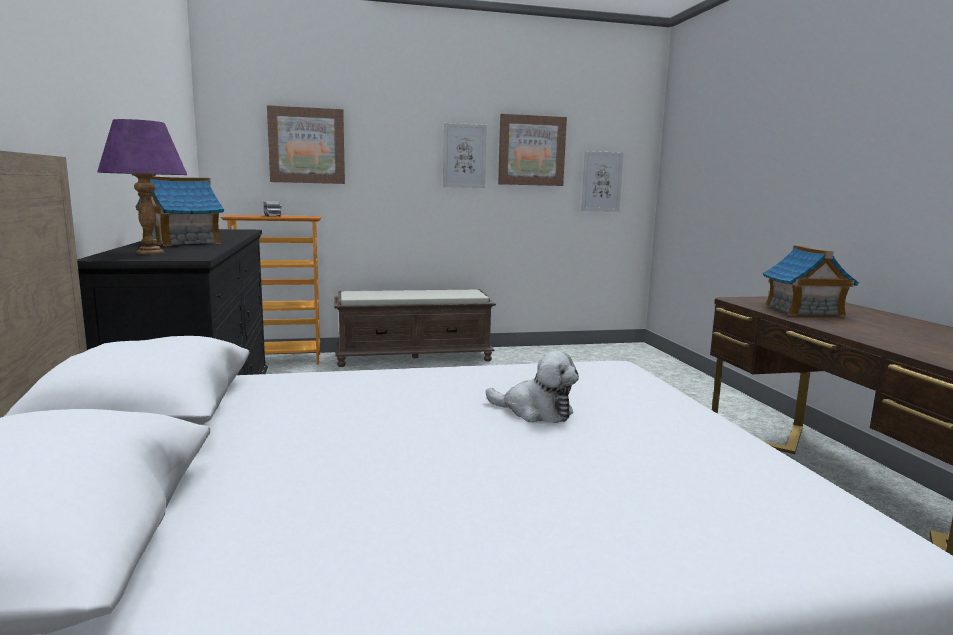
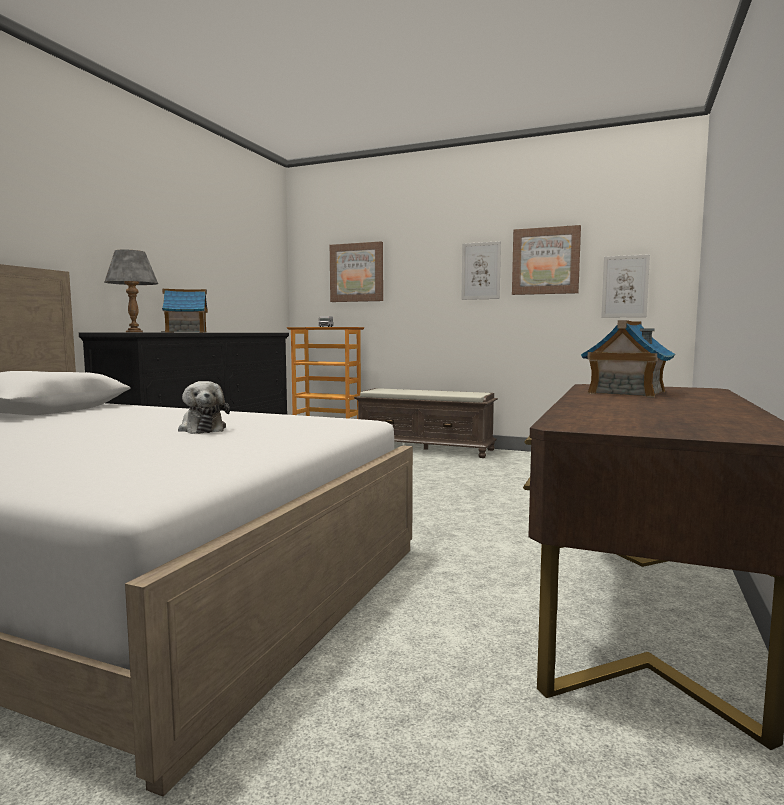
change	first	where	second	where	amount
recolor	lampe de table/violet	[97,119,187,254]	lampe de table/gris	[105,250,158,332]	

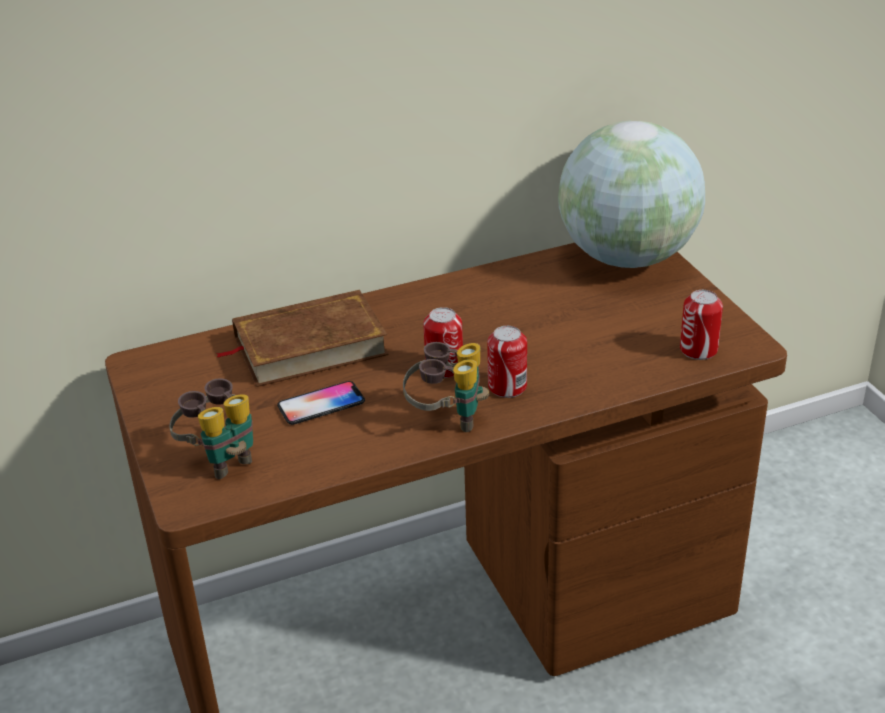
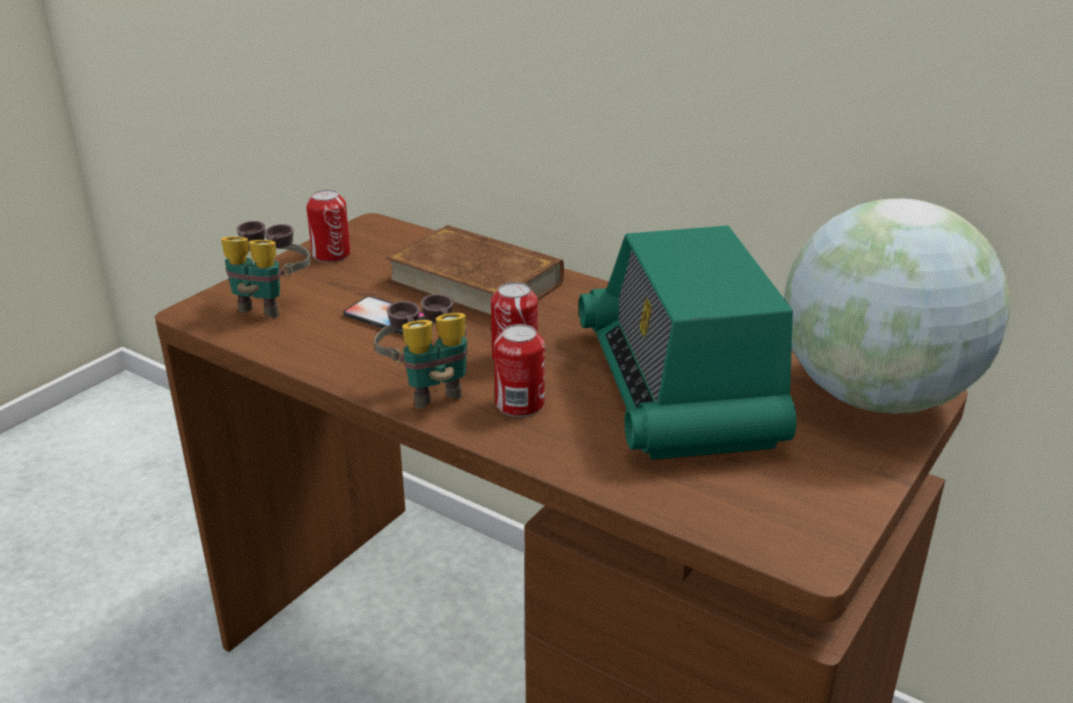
change	first	where	second	where	amount
insert			radio	[579,226,796,460]	
move	boîte métallique	[680,290,723,360]		[306,190,351,262]	

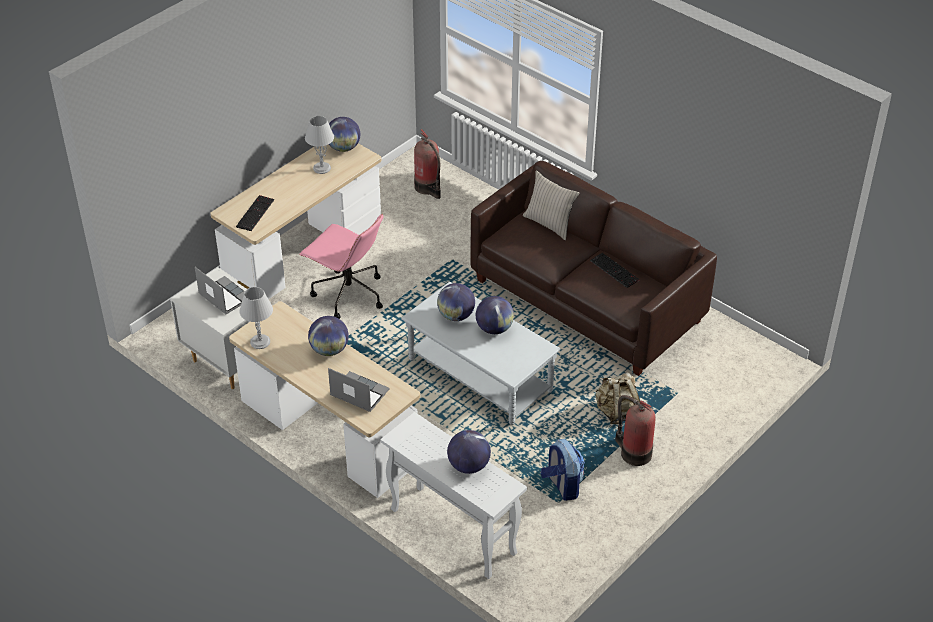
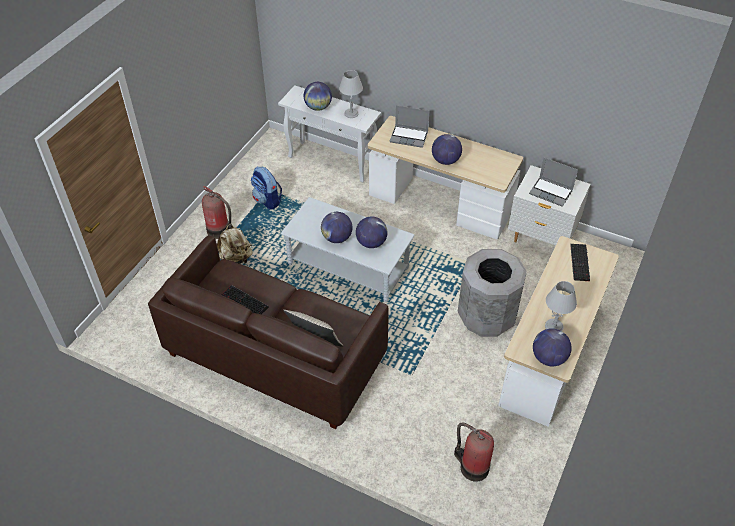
change	first	where	second	where	amount
move	lampe de table/gris	[240,287,273,349]		[339,70,363,118]	
replace	chaise de bureau/rose	[299,214,384,319]	poubelle/gris	[457,249,527,337]	

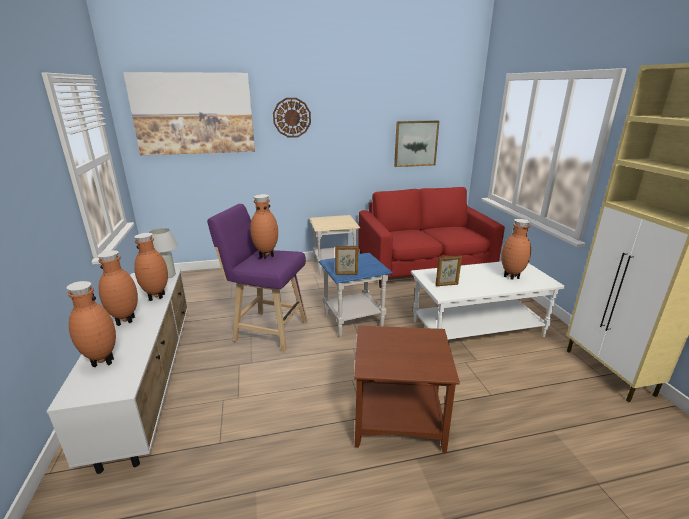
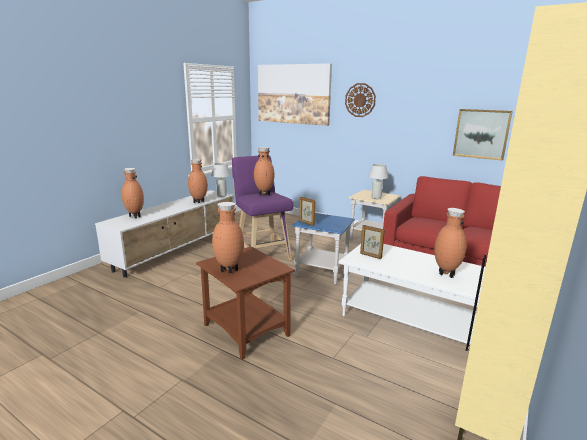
change	first	where	second	where	amount
insert			lampe de table/blanc	[368,164,389,199]	
move	vase/marron	[98,250,138,326]		[212,202,244,273]	

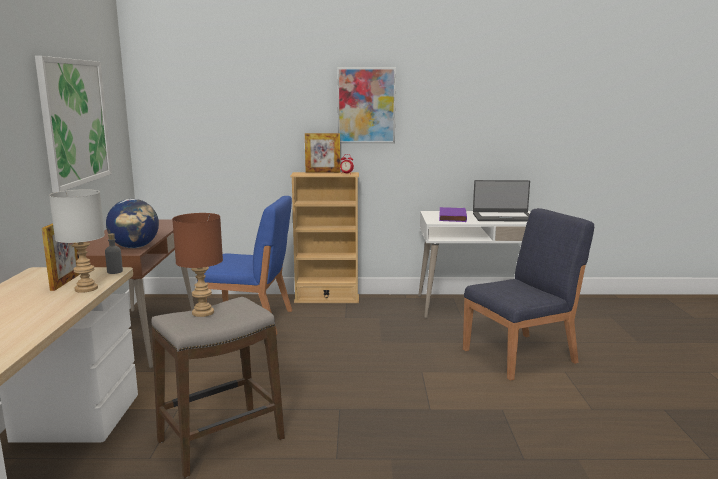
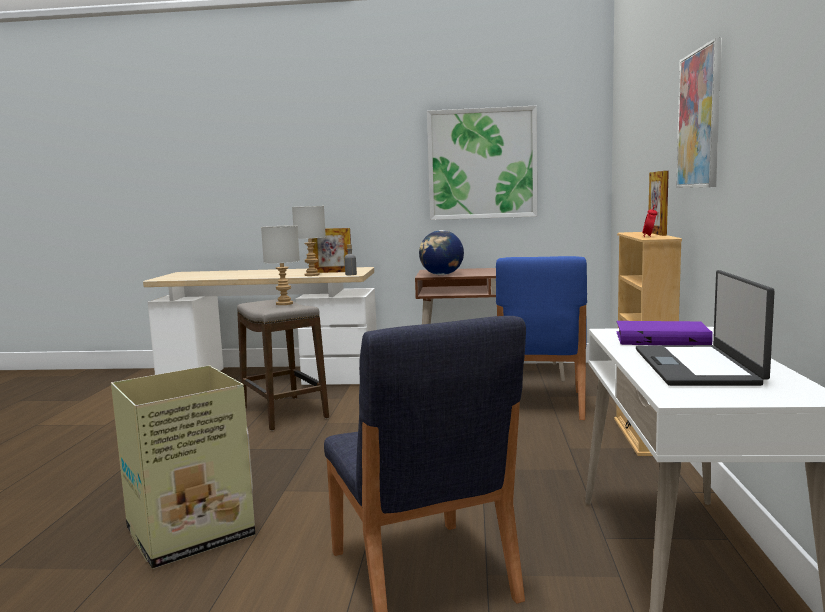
change	first	where	second	where	amount
insert			carton	[111,365,255,569]	
recolor	lampe de table/marron	[172,213,223,317]	lampe de table/gris	[261,225,300,305]	

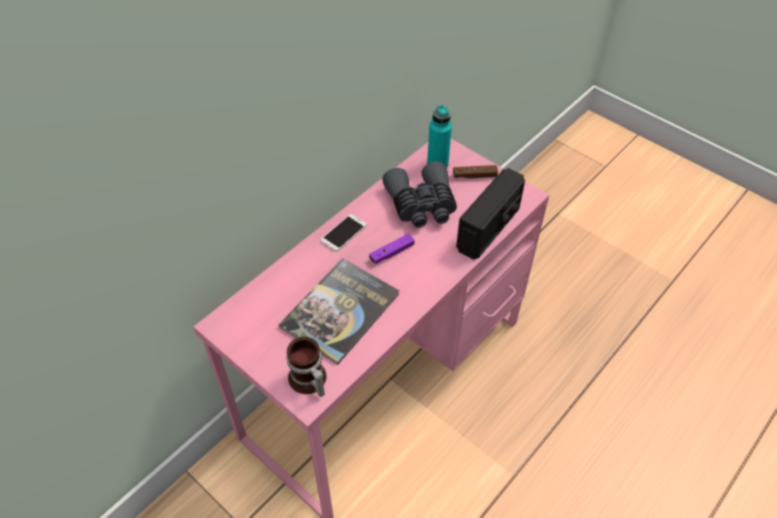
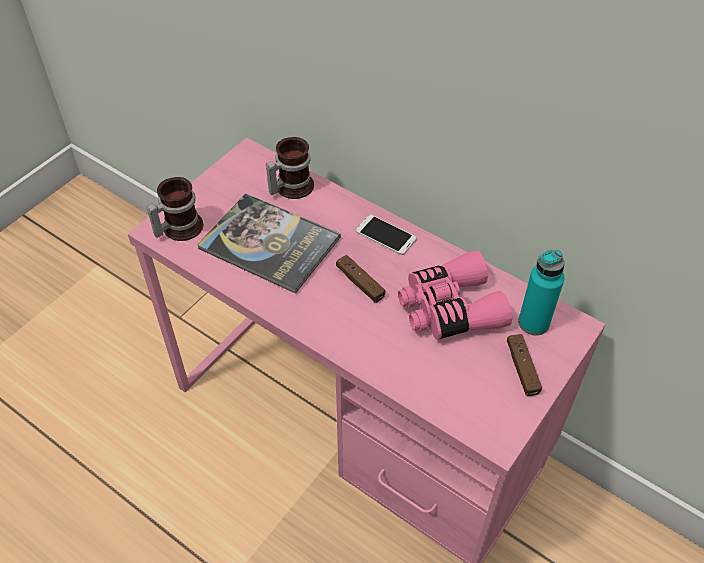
change	first	where	second	where	amount
delete	radio	[456,168,525,260]			
insert			mug	[265,137,314,199]	
recolor	manette/violet	[369,234,415,264]	manette/marron	[336,255,385,303]	
recolor	jumelles/gris	[382,161,457,228]	jumelles/rose	[398,250,512,340]	

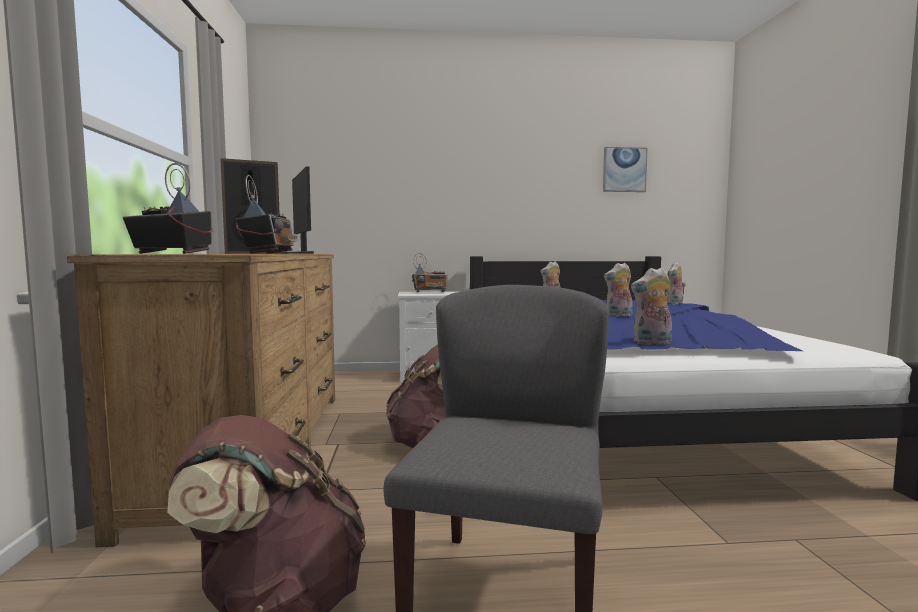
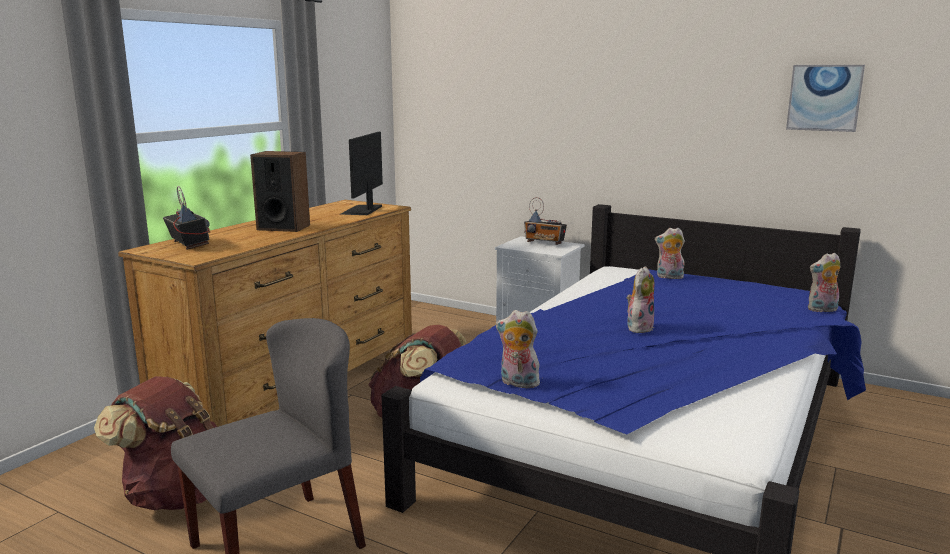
change	first	where	second	where	amount
delete	radio	[235,175,298,254]			
rotate	peluche	[604,263,632,317]		[627,266,654,333]	105 degrees clockwise

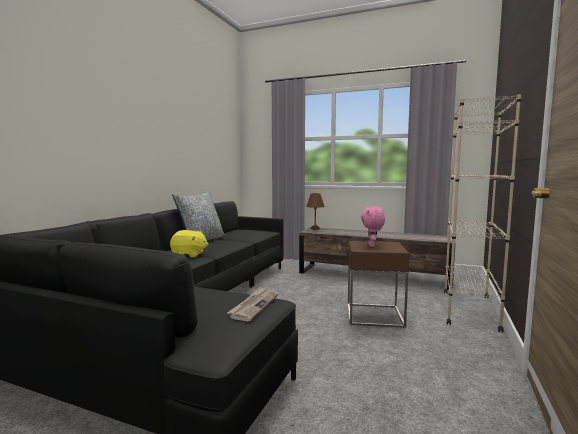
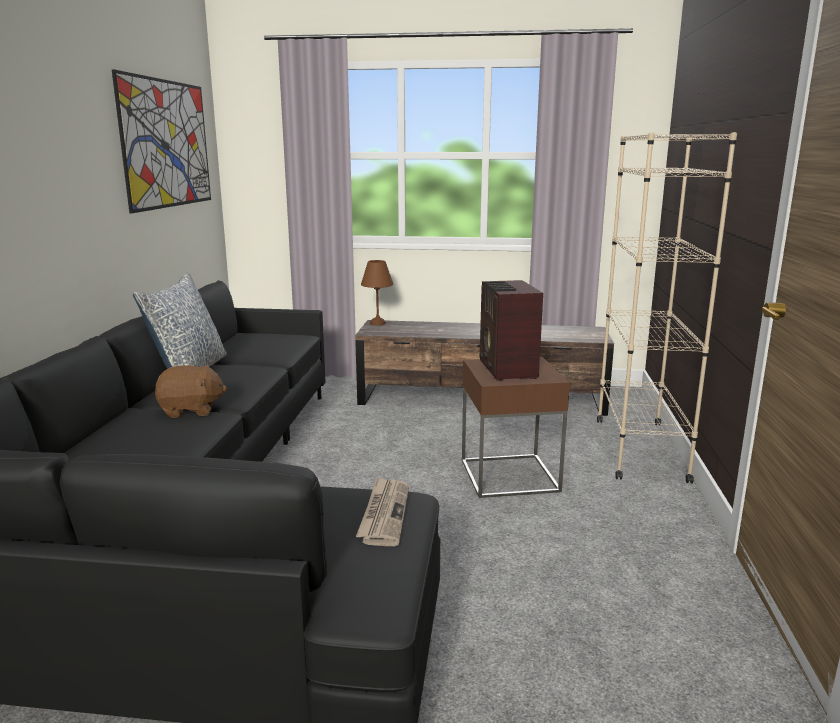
change	first	where	second	where	amount
insert			tableau	[112,69,211,214]	
replace	peluche/rose	[361,206,385,247]	radio	[479,280,543,381]	
recolor	peluche/jaune	[170,230,209,257]	peluche/marron	[155,365,227,418]	

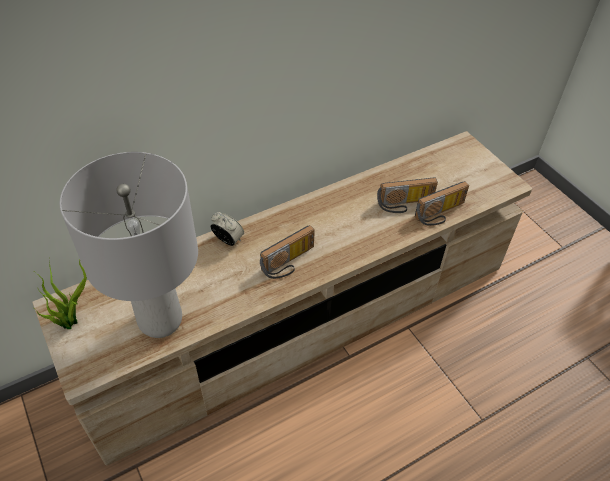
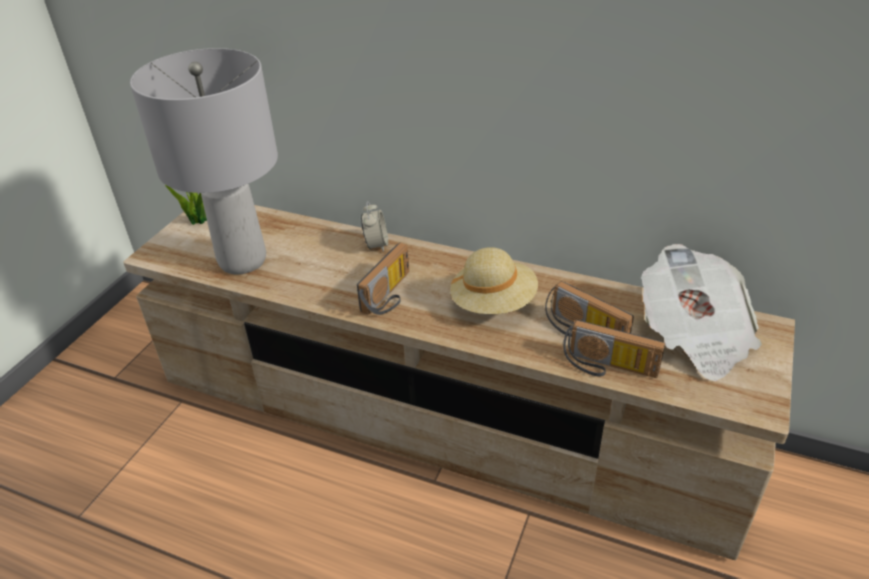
change	first	where	second	where	amount
insert			chapeau/beige	[450,247,538,314]	
insert			journal	[641,244,762,381]	
rotate	radio	[260,225,315,279]		[357,243,410,315]	75 degrees counterclockwise

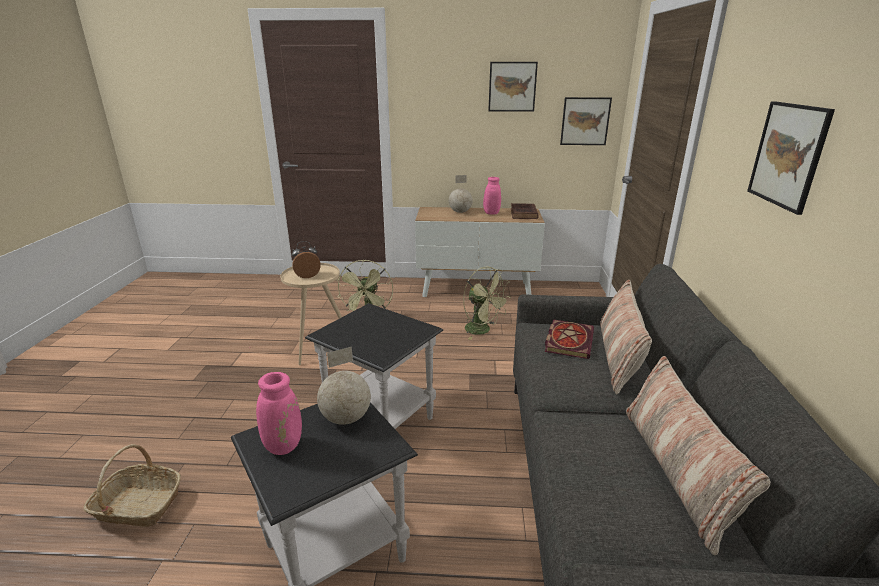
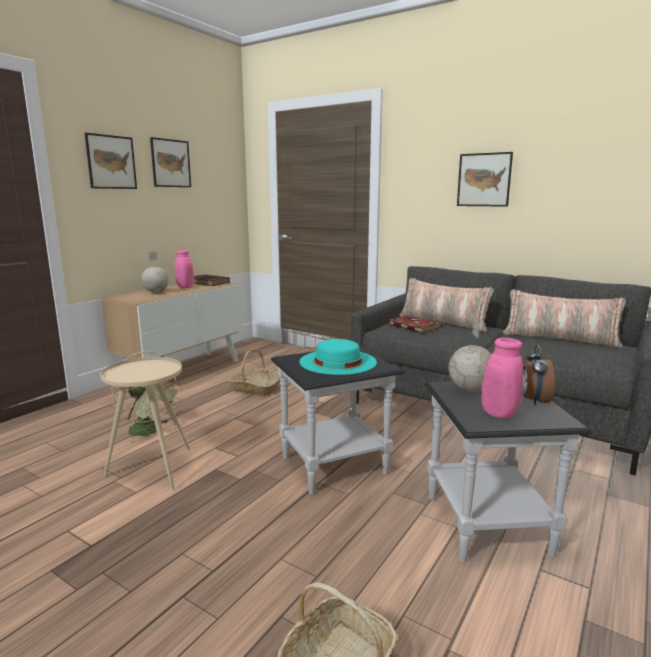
change	first	where	second	where	amount
insert			chapeau/turquoise	[300,339,377,375]	
move	réveil	[292,241,321,278]		[522,345,555,405]	
move	tableau	[560,97,612,145]		[85,133,137,189]	
replace	ventilateur/vert	[463,267,511,340]	panier	[229,349,280,396]	

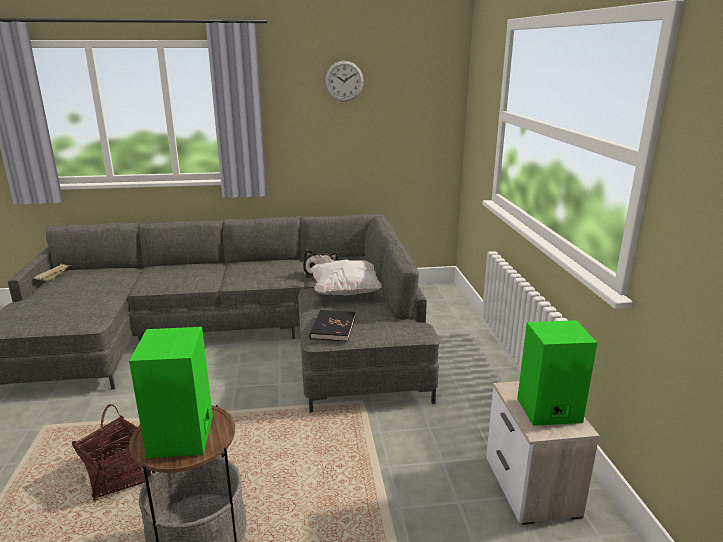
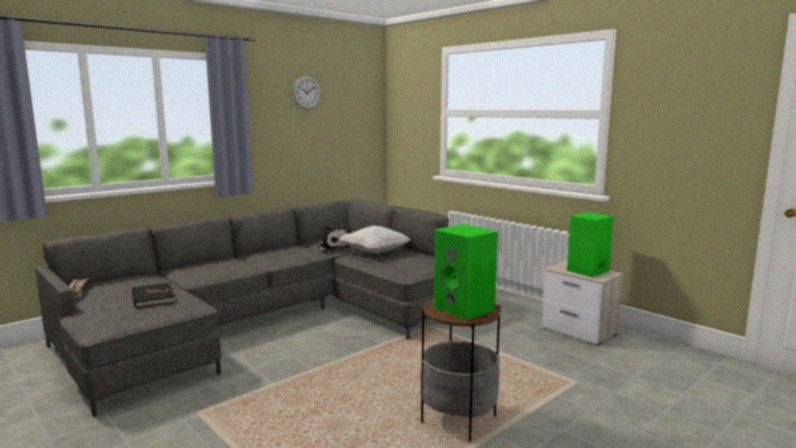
change	first	where	second	where	amount
delete	panier	[72,404,151,502]			
move	livre/noir	[309,310,355,342]		[132,283,175,308]	

